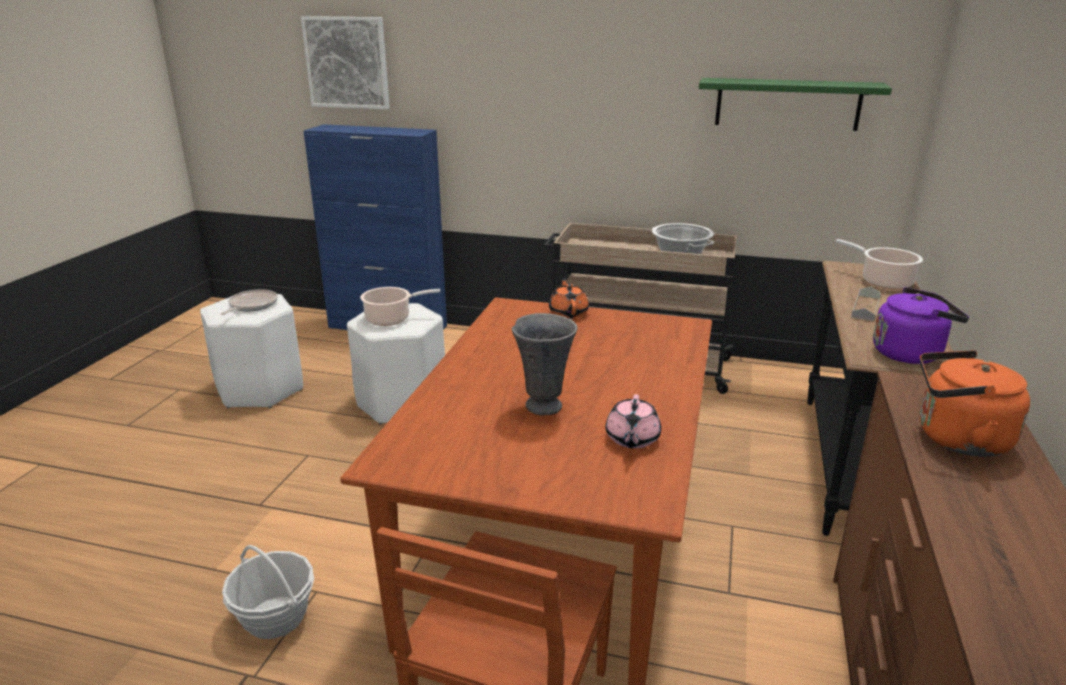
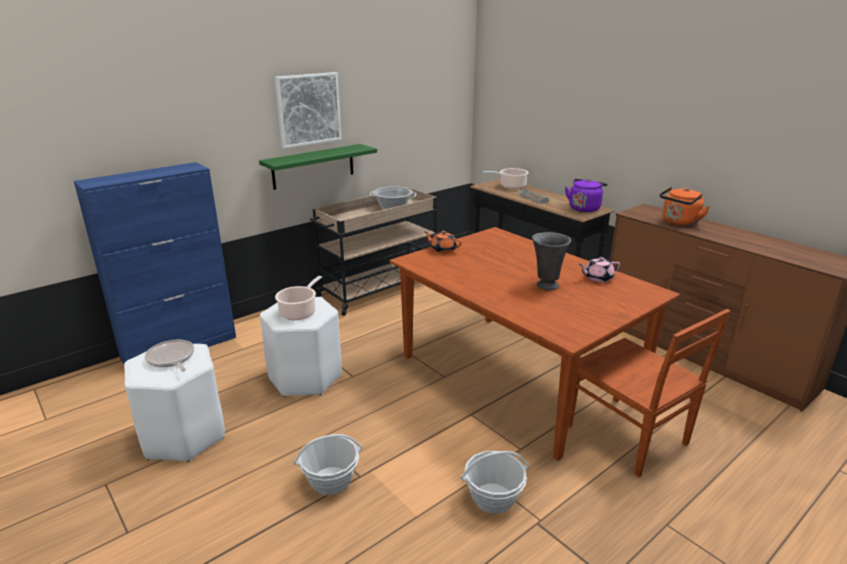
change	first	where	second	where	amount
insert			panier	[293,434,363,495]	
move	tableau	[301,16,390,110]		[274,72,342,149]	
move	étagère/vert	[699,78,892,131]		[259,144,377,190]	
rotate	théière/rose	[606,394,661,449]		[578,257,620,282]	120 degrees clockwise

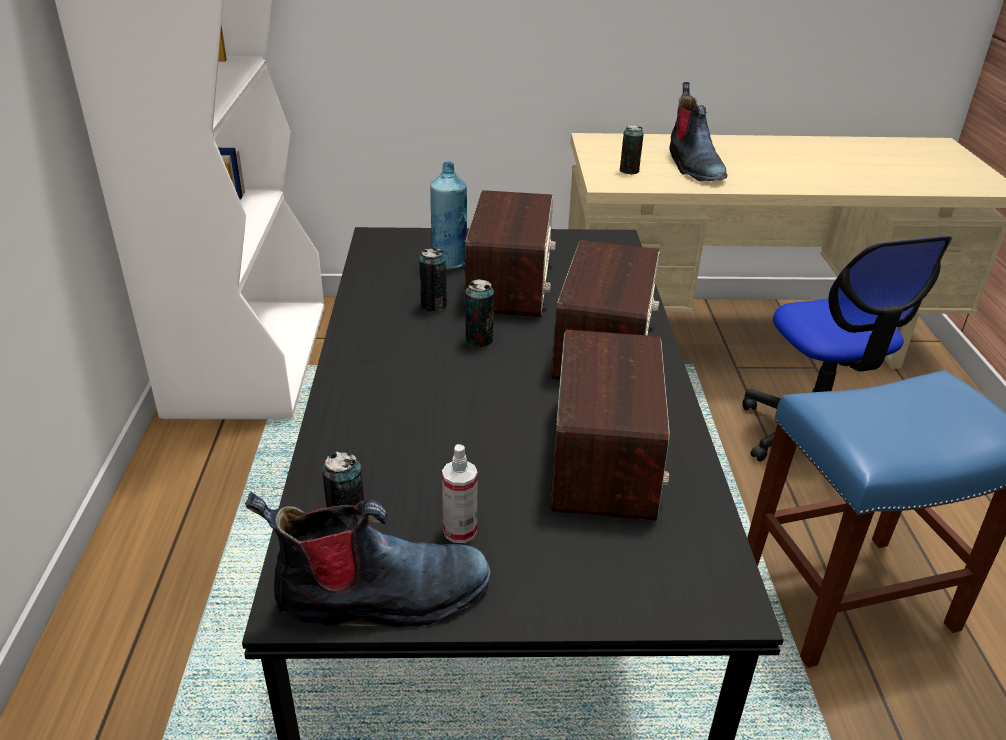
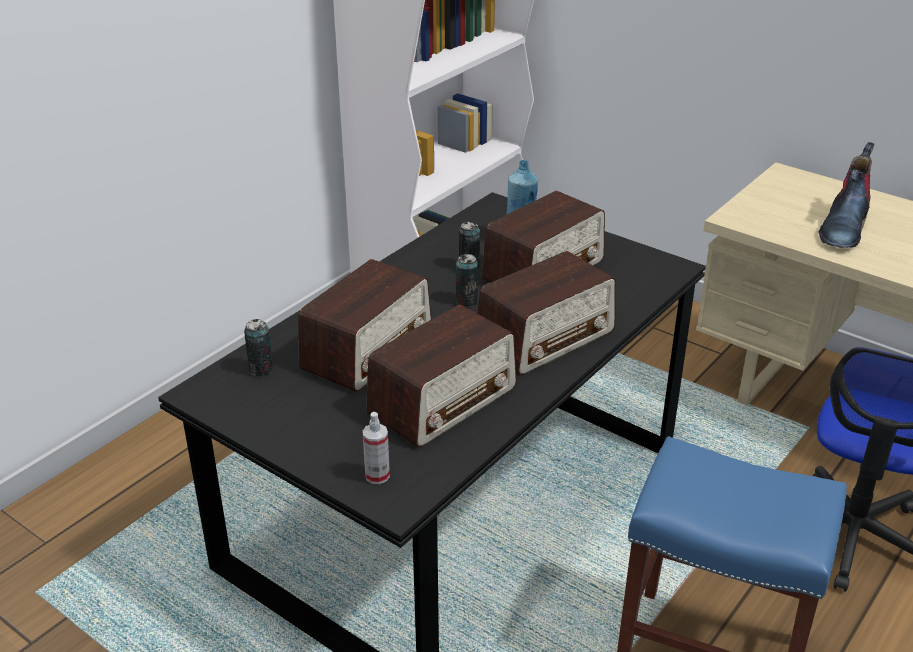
change	first	where	second	where	amount
delete	botte	[245,492,491,627]			
delete	boîte métallique	[620,125,644,174]			
insert			radio	[298,259,431,392]	
move	vaporisateur	[442,444,478,543]		[362,412,390,484]	

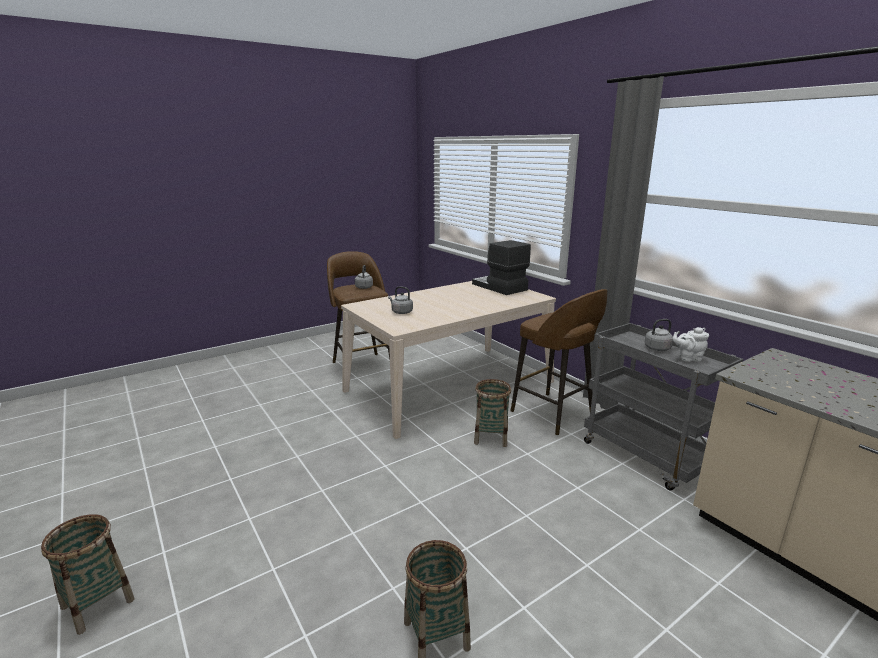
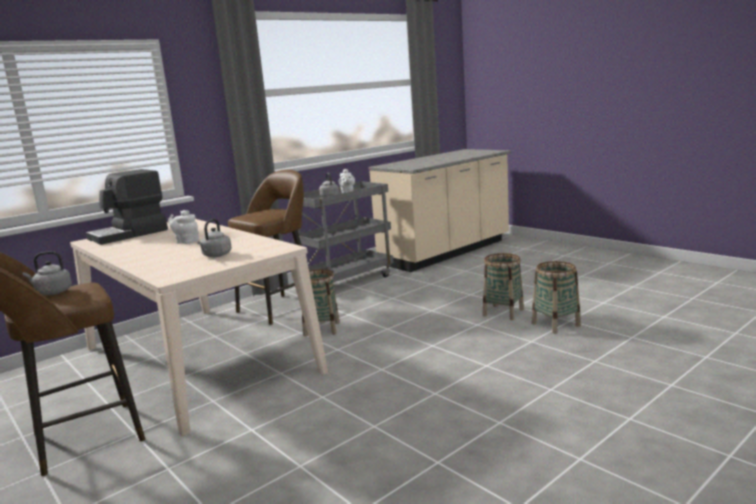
change	first	where	second	where	amount
insert			théière/blanc	[168,210,199,244]	
move	panier	[41,514,135,635]		[483,253,524,320]	

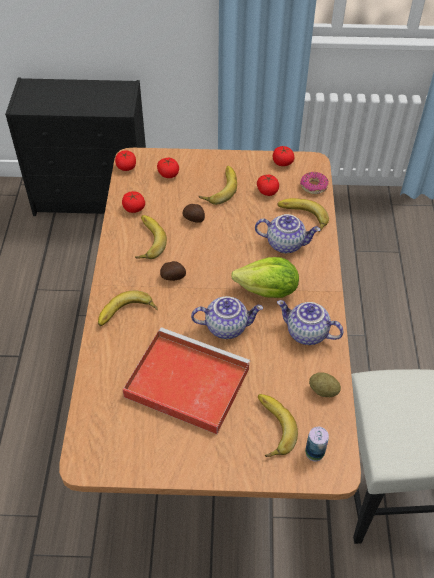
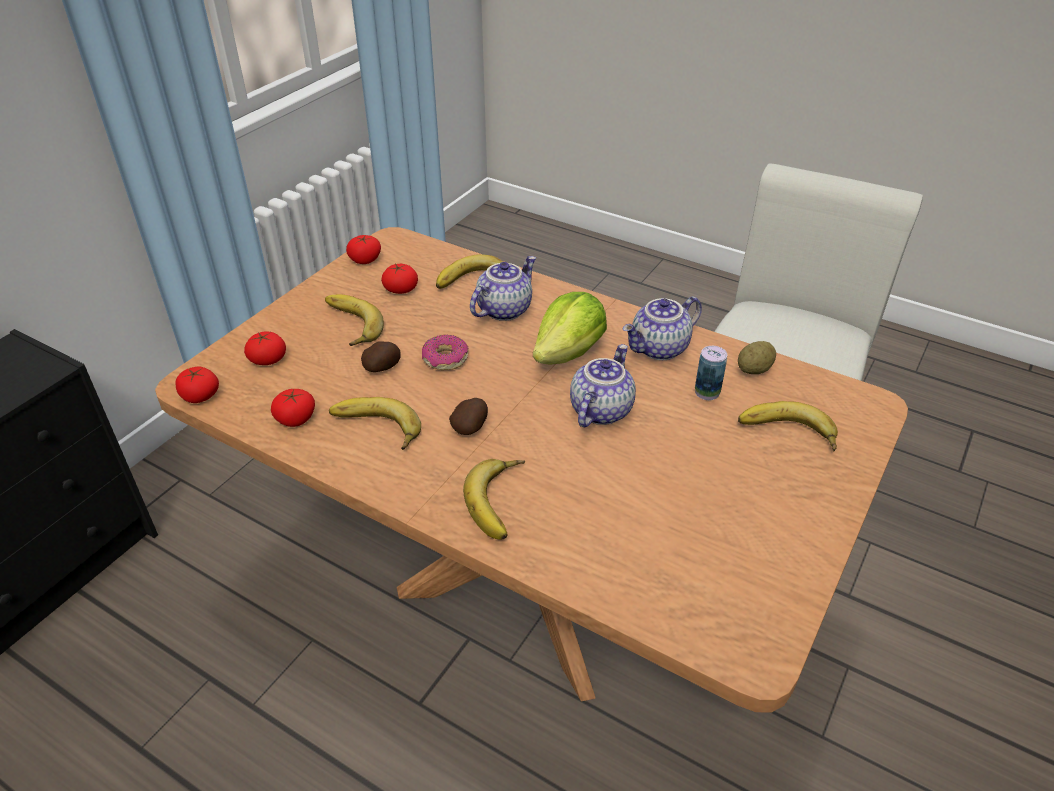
change	first	where	second	where	amount
delete	plateau/rouge	[123,327,250,434]			
move	beignet	[300,172,328,194]		[422,335,468,370]	
move	boîte métallique	[305,427,329,462]		[695,346,727,400]	

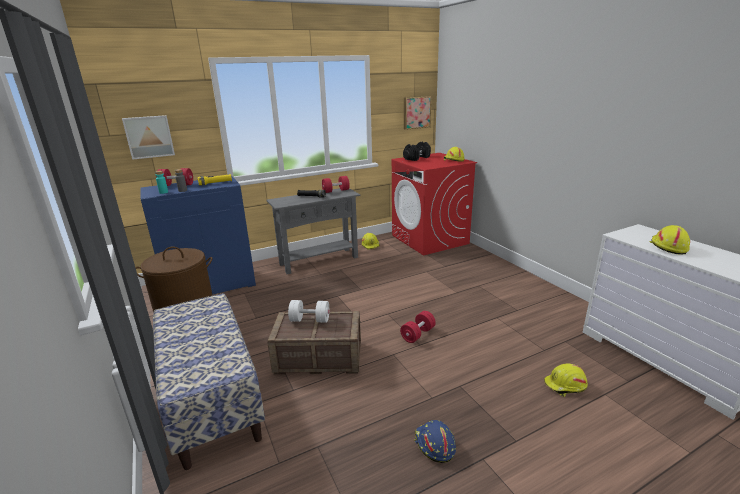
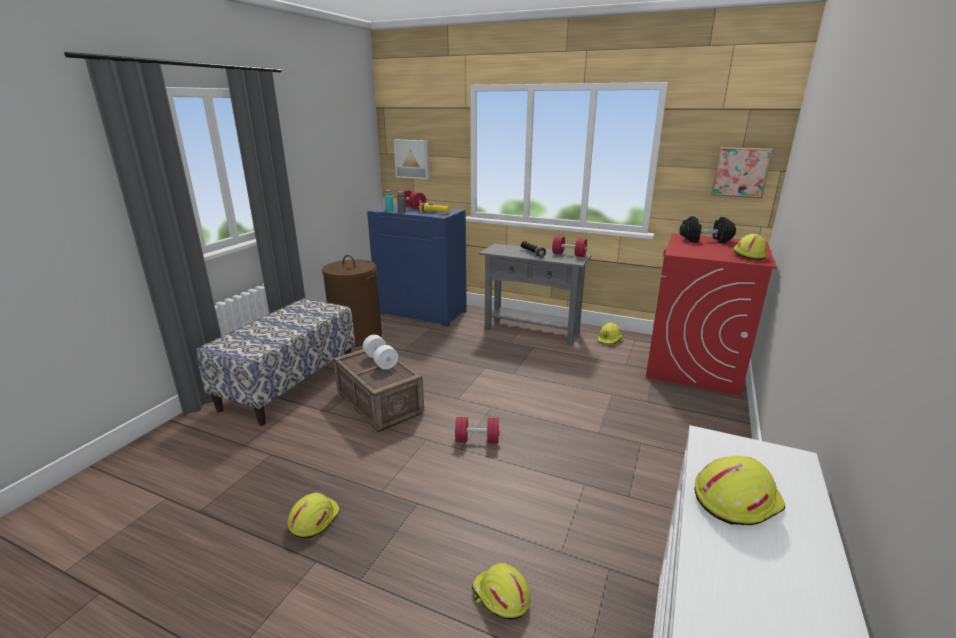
change	first	where	second	where	amount
recolor	casque de chantier/bleu	[414,420,456,463]	casque de chantier/jaune	[287,493,340,538]	

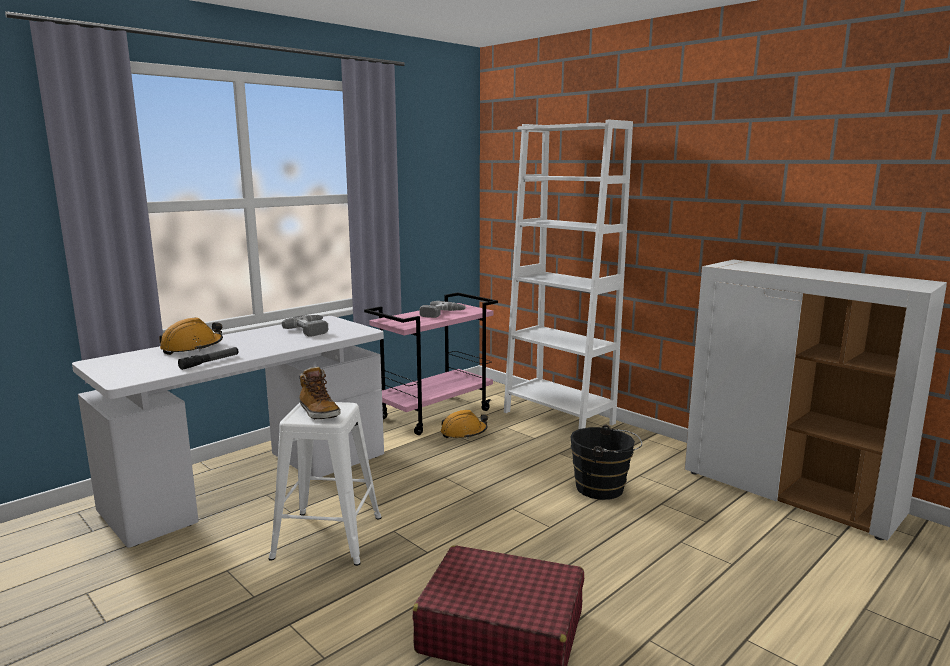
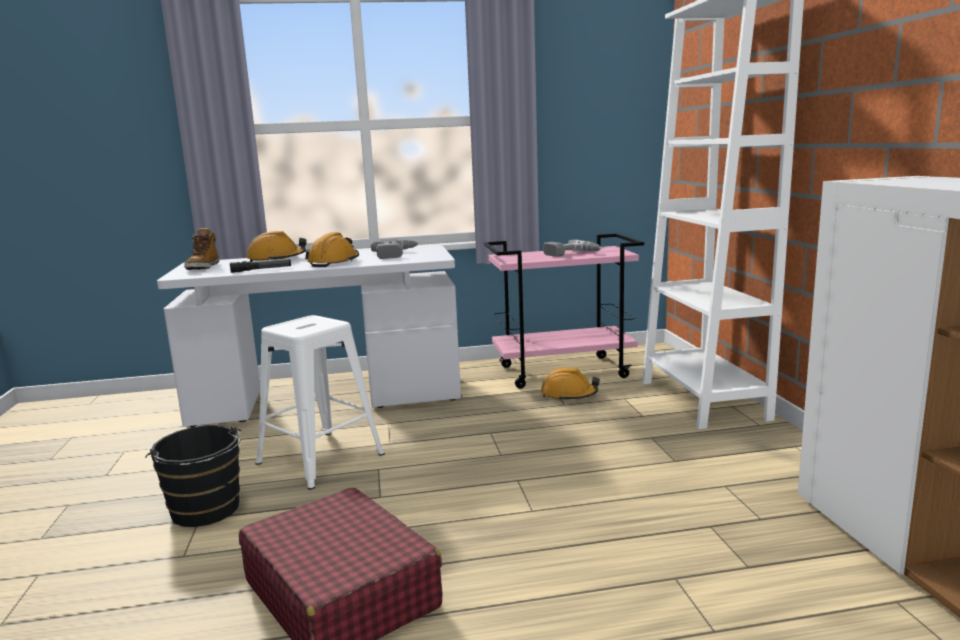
change	first	where	second	where	amount
insert			casque de chantier/orange	[305,232,359,267]	
move	botte	[299,367,340,419]		[184,228,219,270]	
move	seau/noir	[570,425,642,500]		[145,425,241,527]	

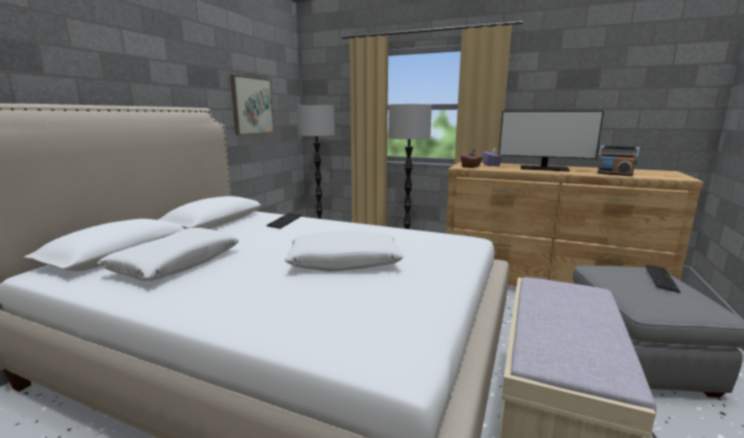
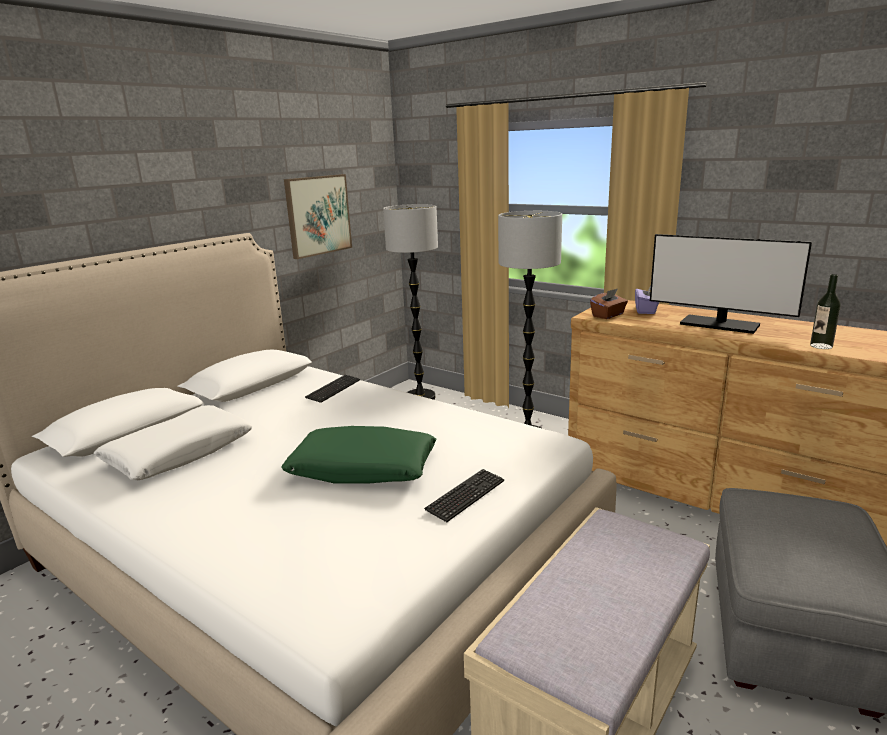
change	first	where	second	where	amount
move	clavier	[646,264,681,293]		[424,469,504,522]	
replace	radio	[597,146,640,176]	bouteille	[810,274,841,349]	
recolor	coussin/blanc	[285,230,404,272]	coussin/vert	[281,426,436,484]	

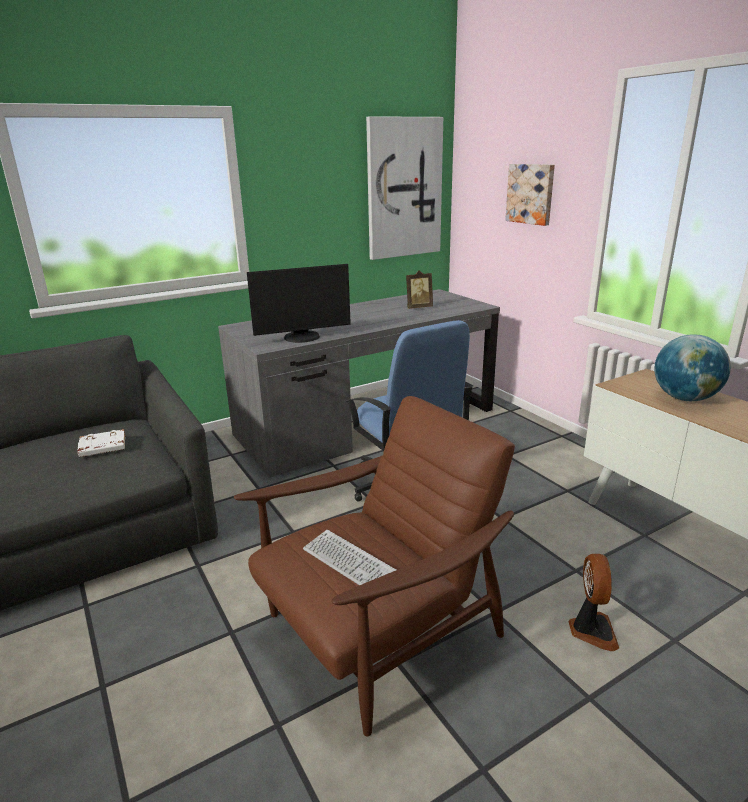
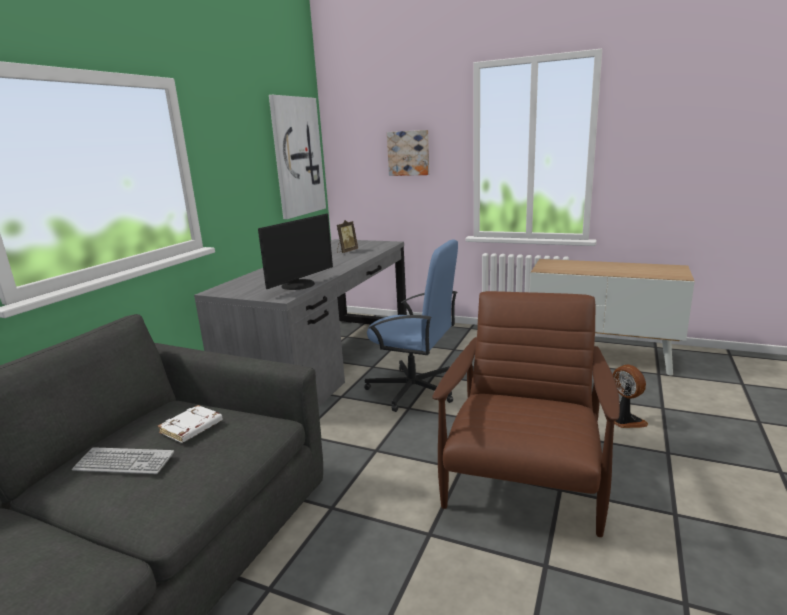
change	first	where	second	where	amount
delete	globe	[654,334,731,401]			
move	clavier	[303,530,396,585]		[72,447,174,474]	

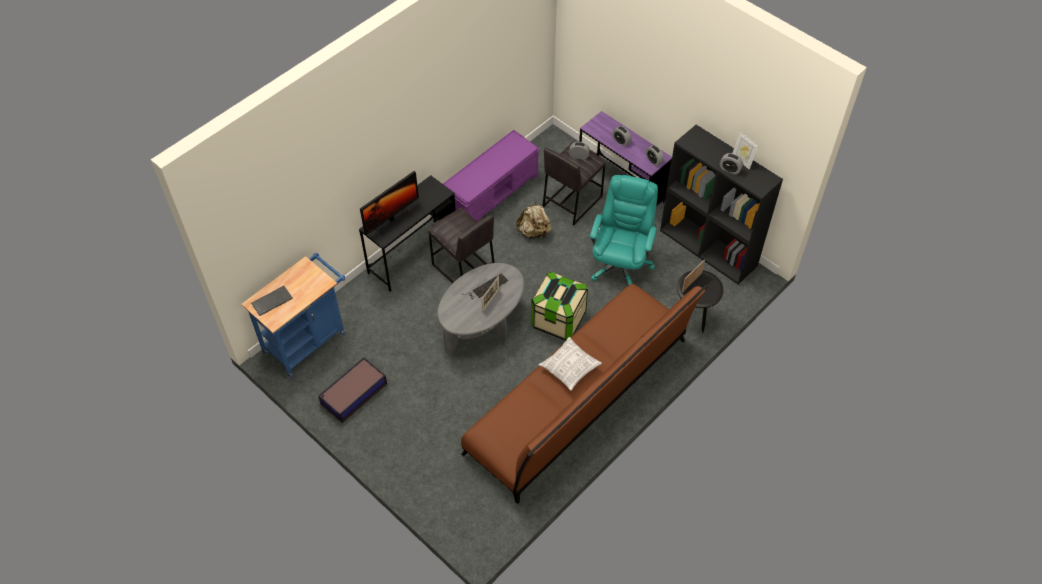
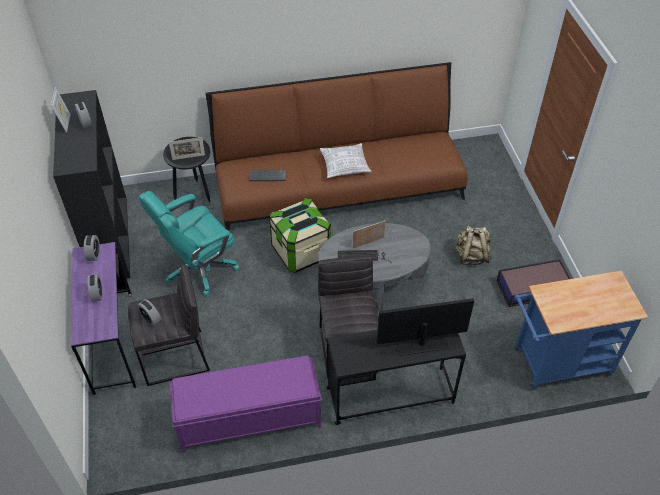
change	first	where	second	where	amount
move	clavier	[251,286,293,316]		[250,170,286,181]	
move	sac à dos/beige	[516,201,551,239]		[456,225,492,265]	

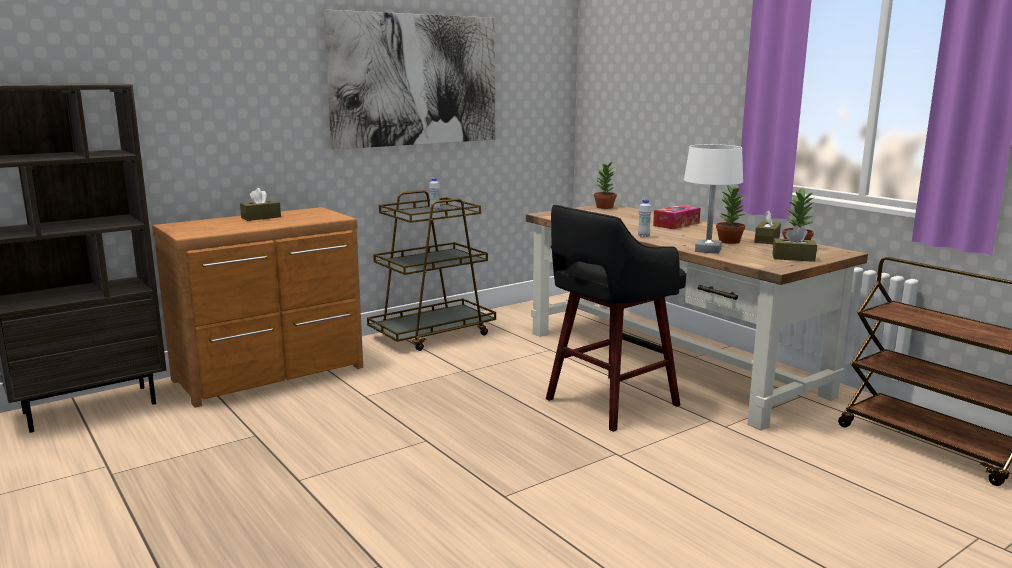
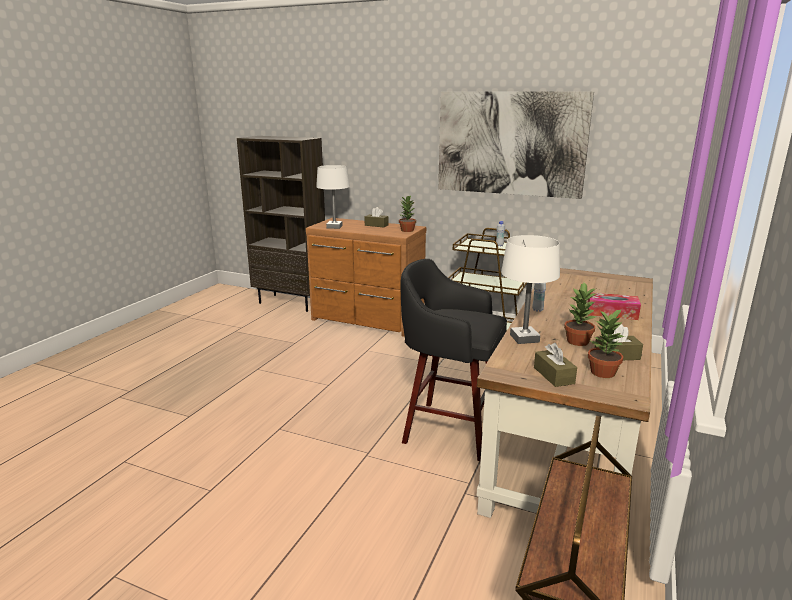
change	first	where	second	where	amount
insert			lampe de table/blanc	[316,165,350,229]	
move	plante en pot	[594,162,617,209]		[398,195,416,232]	

